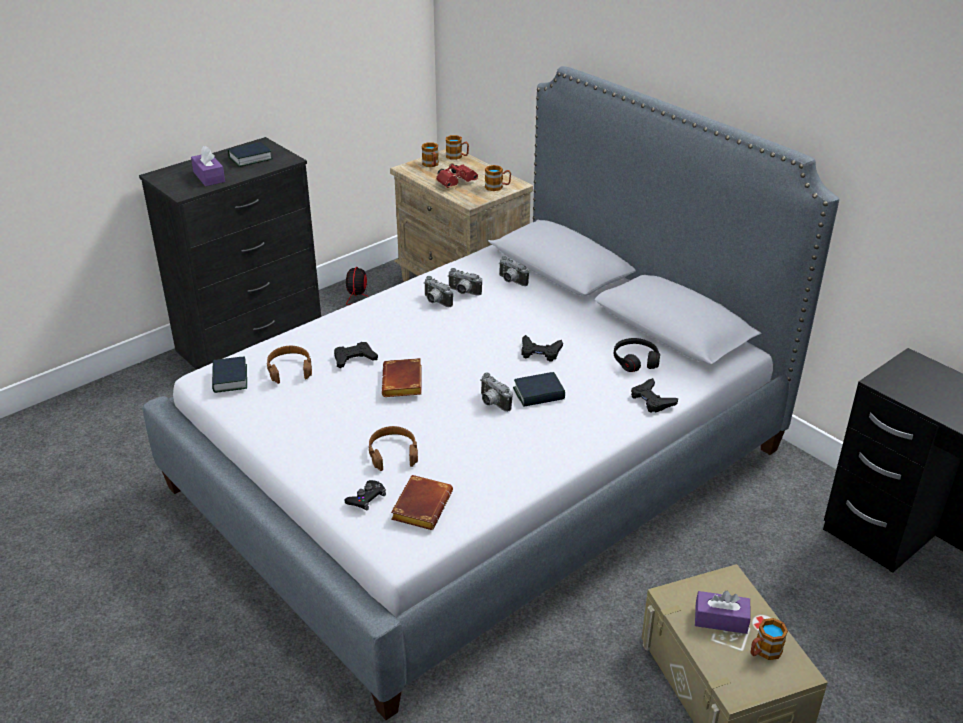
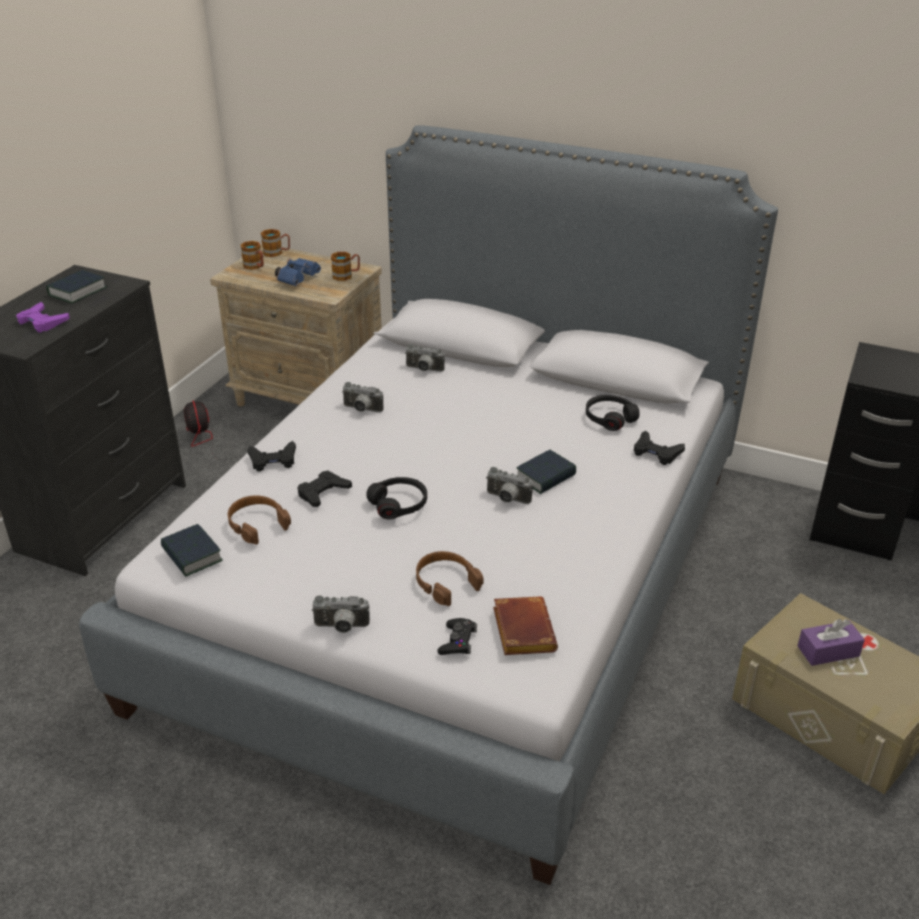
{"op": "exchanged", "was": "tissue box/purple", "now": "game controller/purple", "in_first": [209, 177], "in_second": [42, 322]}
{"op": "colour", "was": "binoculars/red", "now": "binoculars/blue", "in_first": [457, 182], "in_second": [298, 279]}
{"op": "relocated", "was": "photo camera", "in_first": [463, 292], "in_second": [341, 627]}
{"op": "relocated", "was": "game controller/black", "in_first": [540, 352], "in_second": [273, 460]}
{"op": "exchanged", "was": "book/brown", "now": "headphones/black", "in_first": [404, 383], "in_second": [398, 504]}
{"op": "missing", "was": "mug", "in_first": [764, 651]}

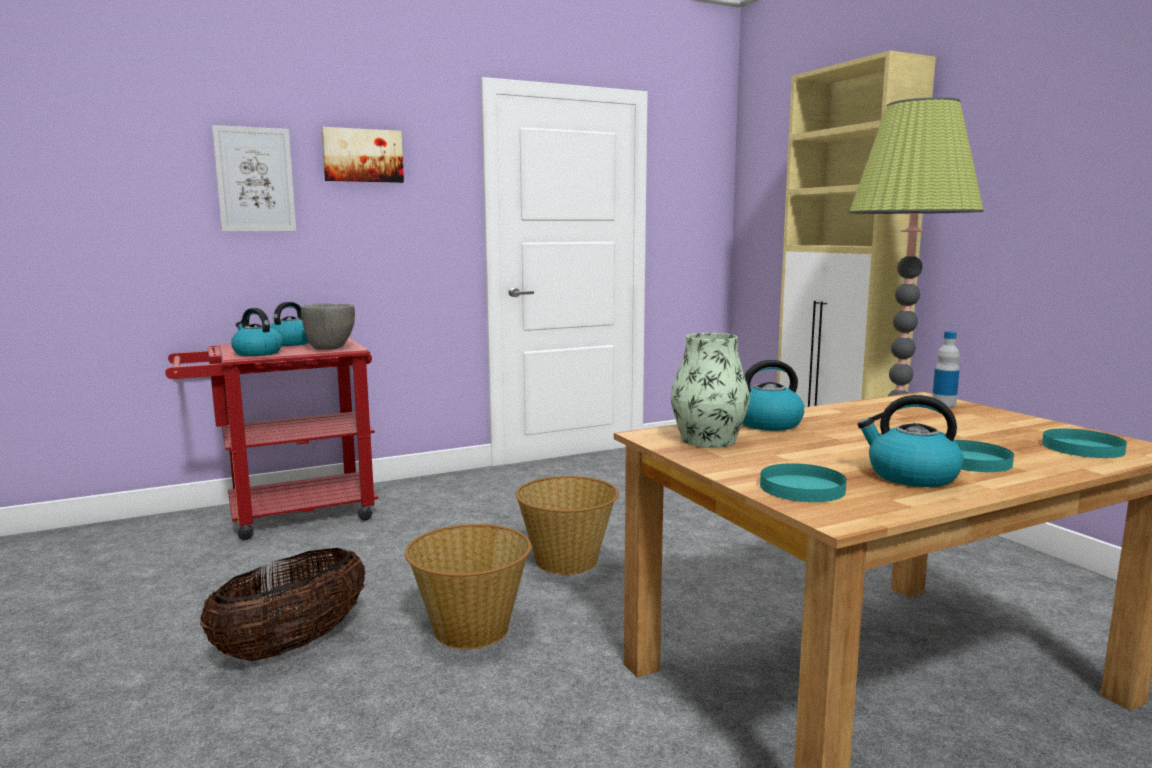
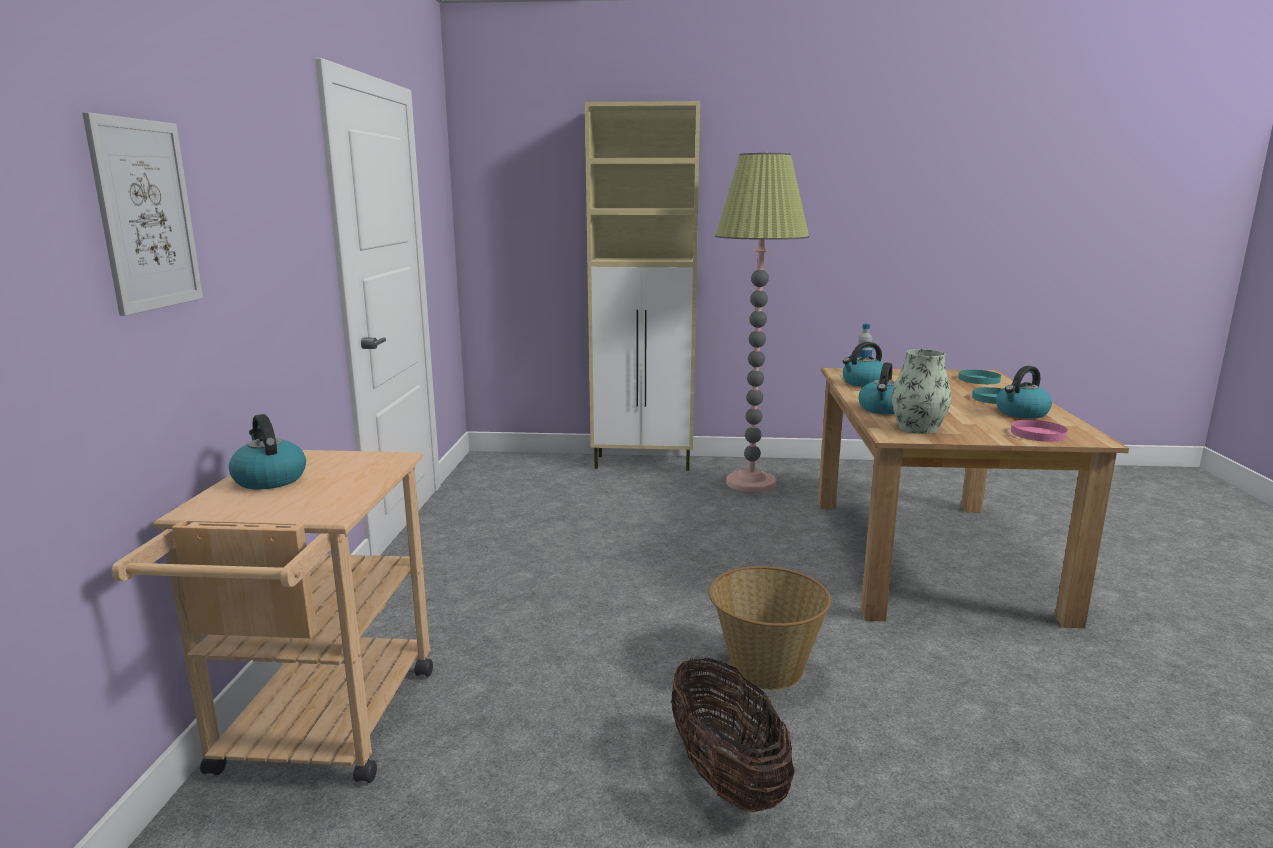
{"op": "missing", "was": "picture", "in_first": [362, 155]}
{"op": "missing", "was": "bowl/grey", "in_first": [330, 348]}
{"op": "relocated", "was": "kettle", "in_first": [257, 353], "in_second": [863, 383]}
{"op": "colour", "was": "cart/red", "now": "cart/beige", "in_first": [286, 515], "in_second": [320, 732]}
{"op": "colour", "was": "plate/turquoise", "now": "plate/pink", "in_first": [802, 488], "in_second": [1038, 434]}
{"op": "missing", "was": "basket", "in_first": [567, 561]}

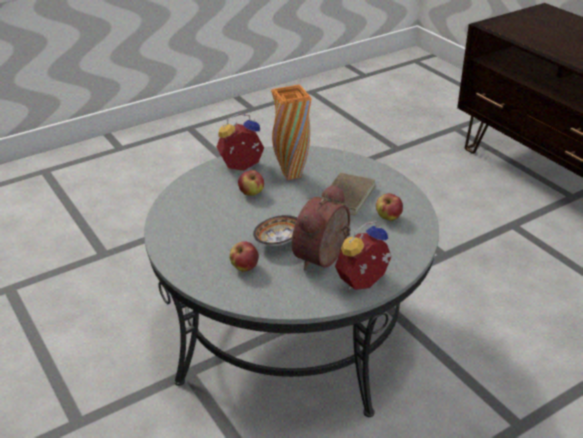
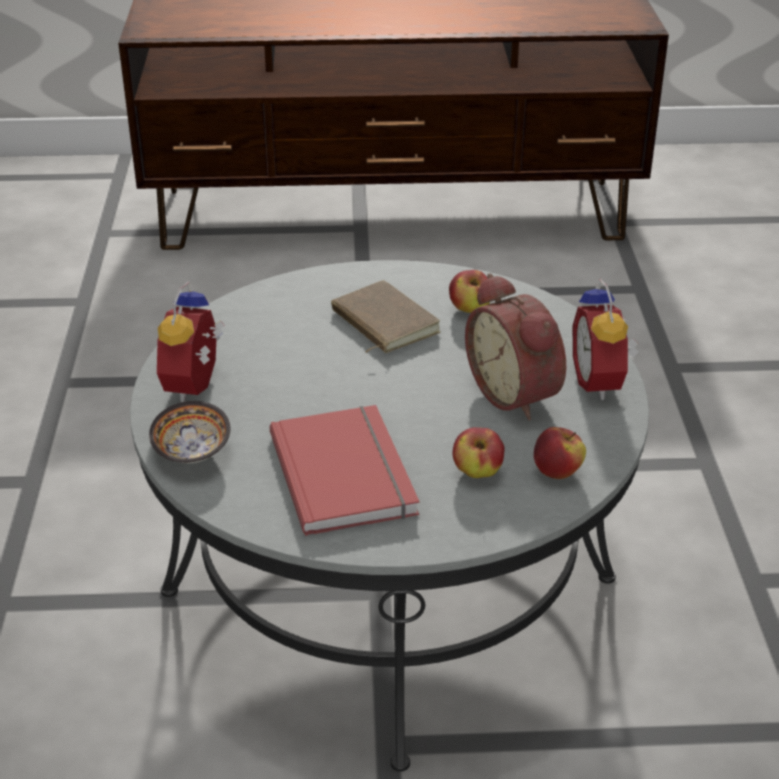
{"op": "missing", "was": "vase/orange", "in_first": [291, 175]}
{"op": "relocated", "was": "apple", "in_first": [251, 193], "in_second": [557, 472]}
{"op": "relocated", "was": "bowl", "in_first": [278, 241], "in_second": [192, 452]}
{"op": "appeared", "now": "book/red", "in_second": [347, 472]}

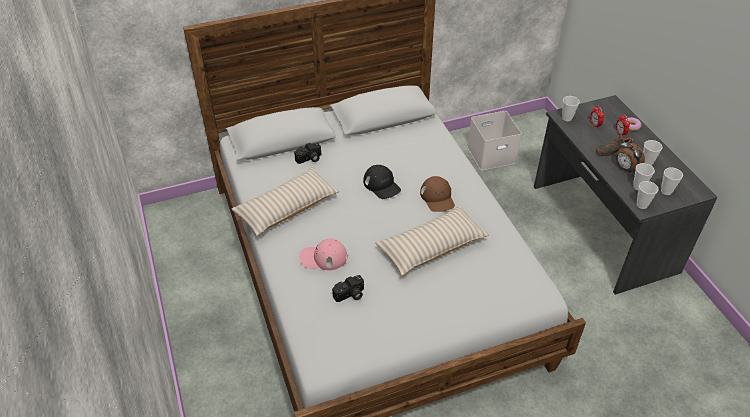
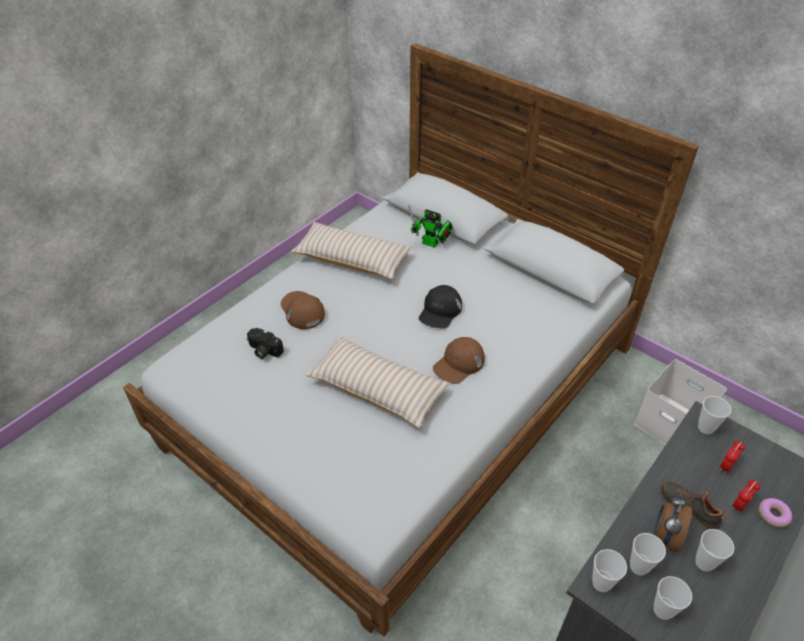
{"op": "exchanged", "was": "photo camera", "now": "toy robot", "in_first": [309, 159], "in_second": [432, 244]}
{"op": "colour", "was": "cap/pink", "now": "cap/brown", "in_first": [323, 257], "in_second": [302, 311]}

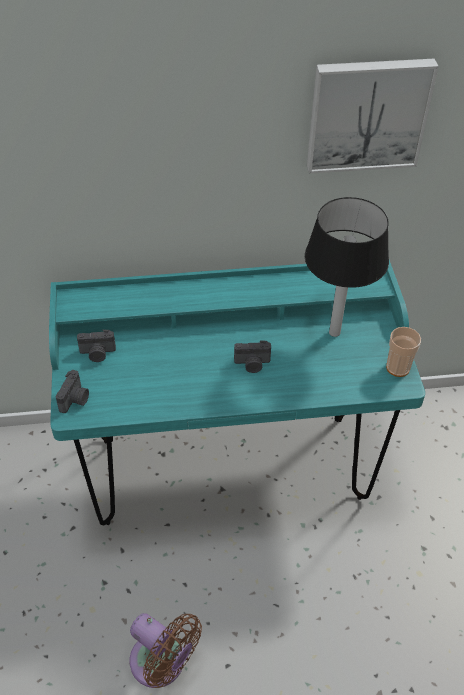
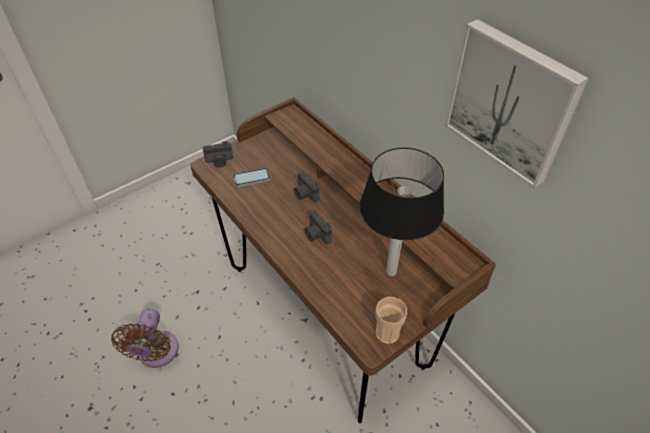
{"op": "colour", "was": "desk/turquoise", "now": "desk/brown", "in_first": [229, 467], "in_second": [326, 315]}
{"op": "relocated", "was": "photo camera", "in_first": [97, 353], "in_second": [305, 194]}
{"op": "appeared", "now": "phone", "in_second": [251, 178]}

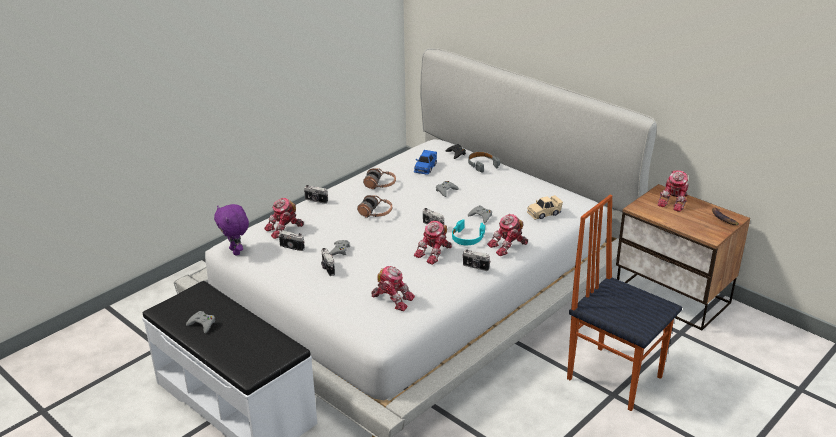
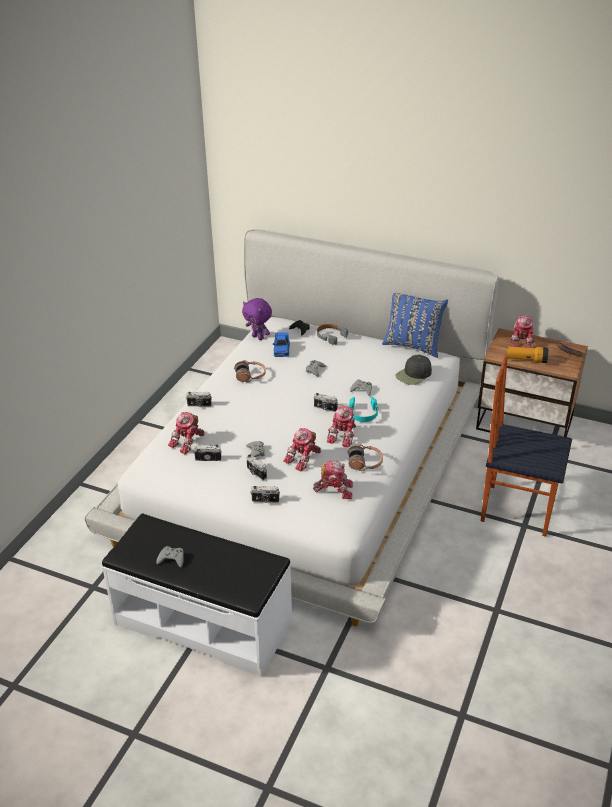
{"op": "relocated", "was": "headphones", "in_first": [375, 213], "in_second": [365, 463]}
{"op": "exchanged", "was": "toy car/beige", "now": "cap/black", "in_first": [544, 213], "in_second": [414, 375]}
{"op": "relocated", "was": "plush toy/purple", "in_first": [236, 251], "in_second": [258, 337]}
{"op": "relocated", "was": "toy robot", "in_first": [508, 246], "in_second": [304, 458]}
{"op": "relocated", "was": "photo camera", "in_first": [475, 267], "in_second": [265, 501]}
{"op": "appeared", "now": "pillow/blue", "in_second": [413, 345]}
{"op": "appeared", "now": "flashlight", "in_second": [526, 360]}

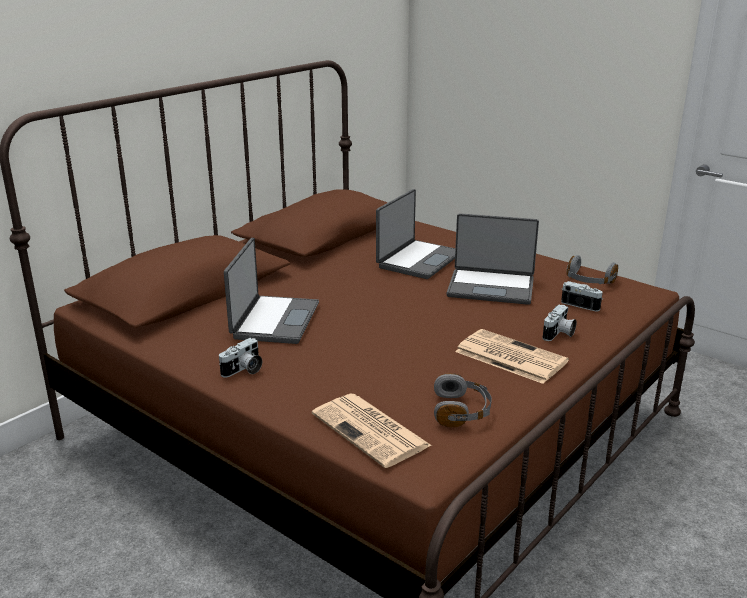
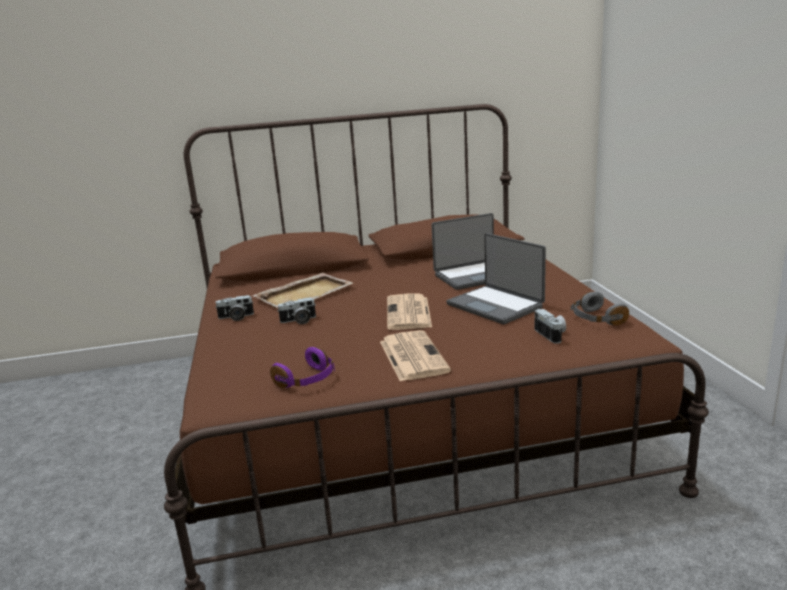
{"op": "exchanged", "was": "laptop", "now": "tray/beige", "in_first": [274, 321], "in_second": [305, 294]}
{"op": "relocated", "was": "photo camera", "in_first": [559, 334], "in_second": [299, 321]}
{"op": "colour", "was": "headphones/grey", "now": "headphones/purple", "in_first": [461, 411], "in_second": [307, 380]}
{"op": "relocated", "was": "newspaper", "in_first": [372, 431], "in_second": [409, 313]}

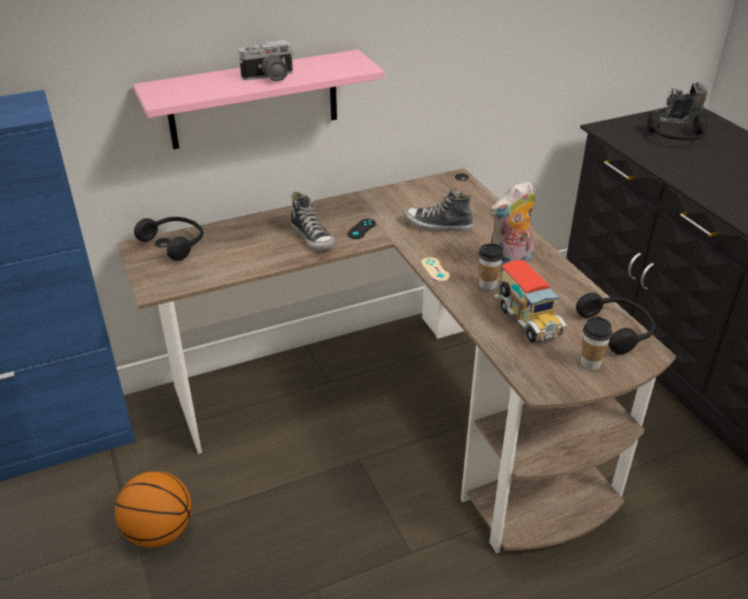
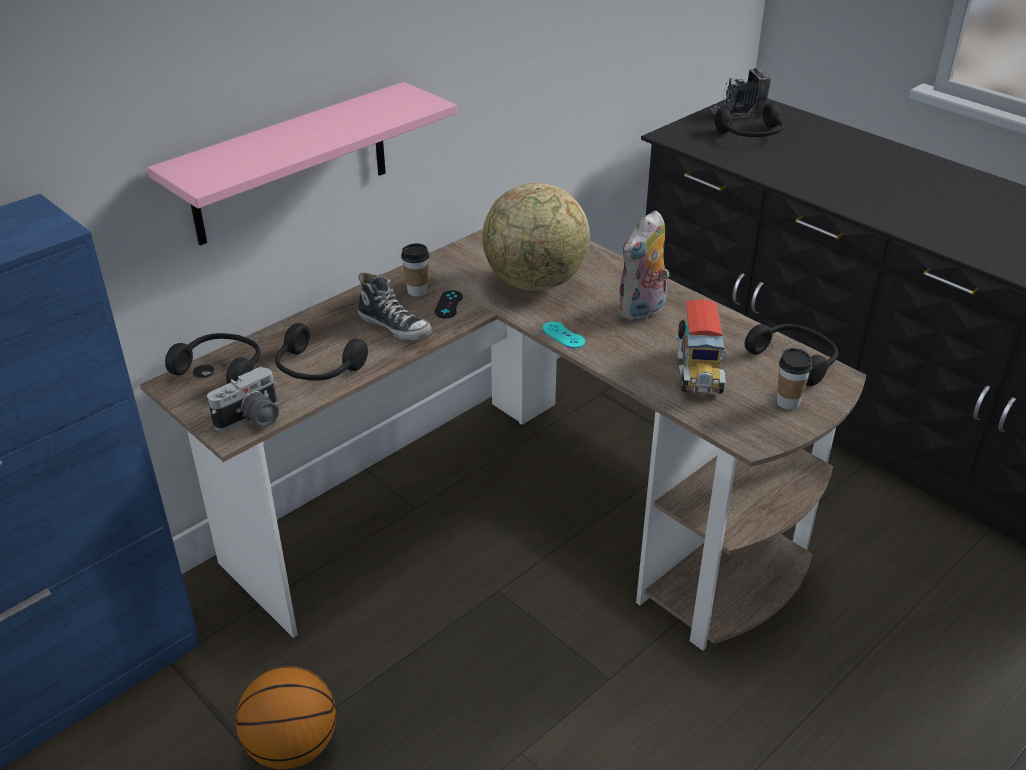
{"op": "relocated", "was": "photo camera", "in_first": [269, 78], "in_second": [252, 420]}
{"op": "exchanged", "was": "shoe", "now": "globe", "in_first": [437, 225], "in_second": [535, 283]}
{"op": "relocated", "was": "cup", "in_first": [487, 284], "in_second": [417, 291]}
{"op": "colour", "was": "game controller/beige", "now": "game controller/turquoise", "in_first": [435, 269], "in_second": [563, 335]}
{"op": "spun", "was": "toy truck", "in_first": [527, 322], "in_second": [697, 372], "clockwise": 45}
{"op": "appeared", "now": "headphones/black", "in_second": [316, 369]}

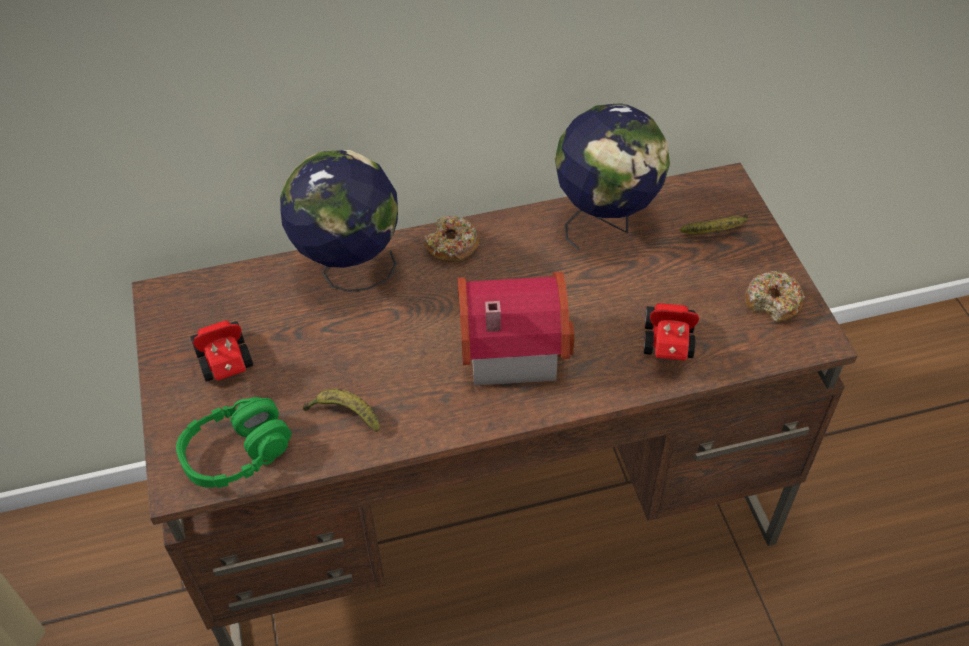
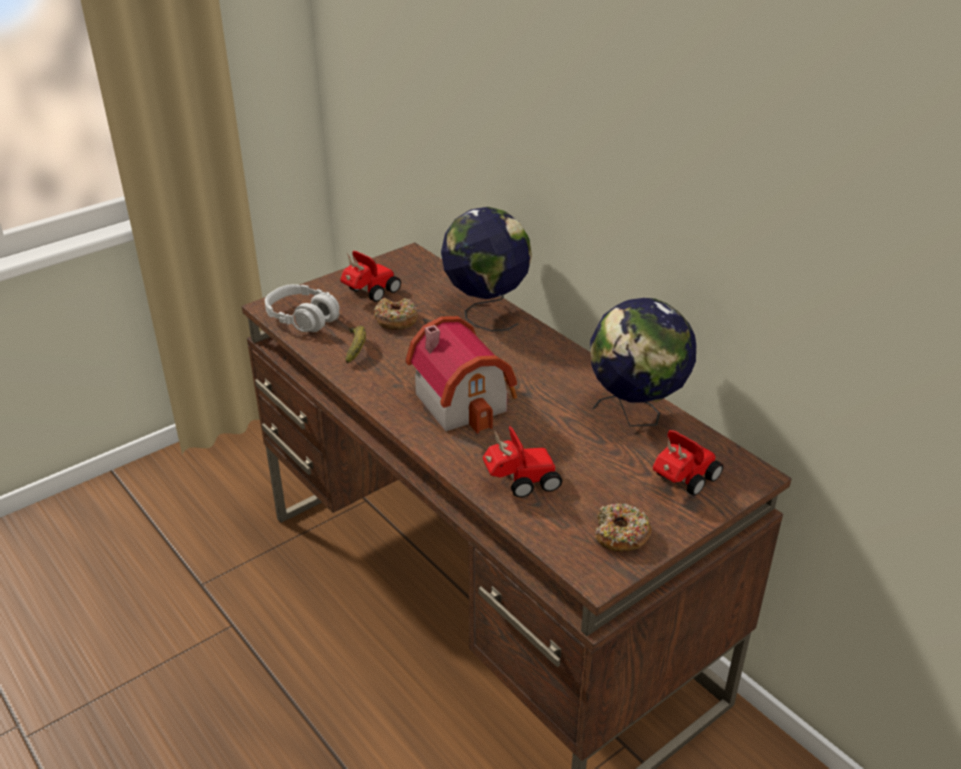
{"op": "exchanged", "was": "banana", "now": "toy car", "in_first": [717, 232], "in_second": [681, 481]}
{"op": "relocated", "was": "donut", "in_first": [452, 246], "in_second": [395, 320]}
{"op": "colour", "was": "headphones/green", "now": "headphones/grey", "in_first": [237, 453], "in_second": [303, 318]}

